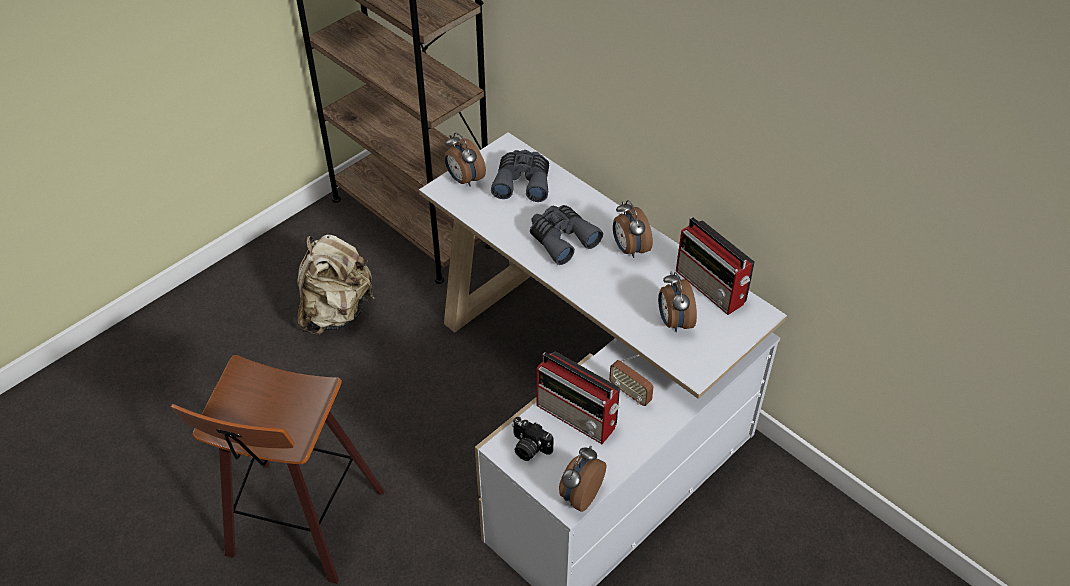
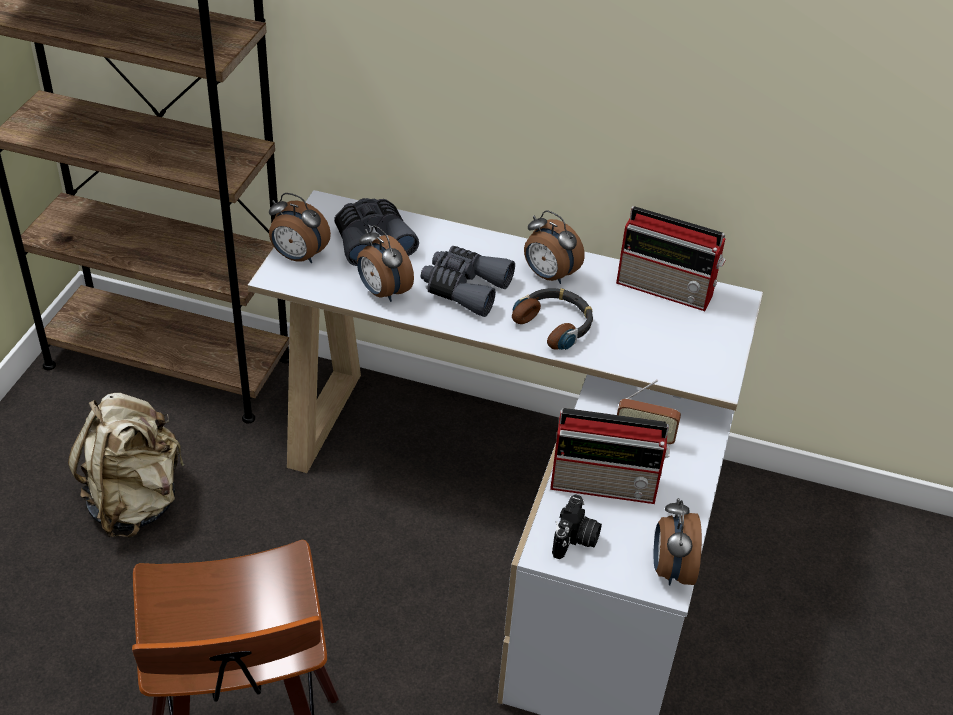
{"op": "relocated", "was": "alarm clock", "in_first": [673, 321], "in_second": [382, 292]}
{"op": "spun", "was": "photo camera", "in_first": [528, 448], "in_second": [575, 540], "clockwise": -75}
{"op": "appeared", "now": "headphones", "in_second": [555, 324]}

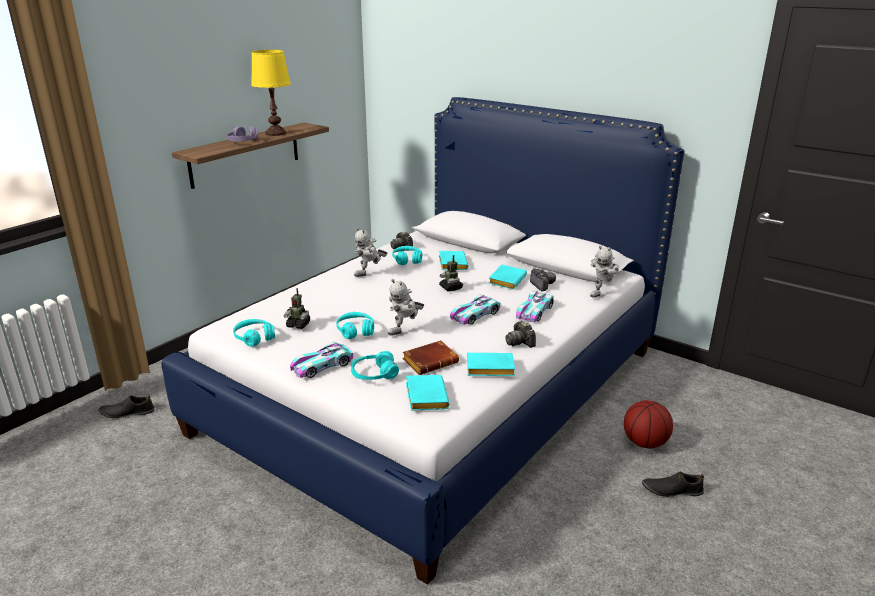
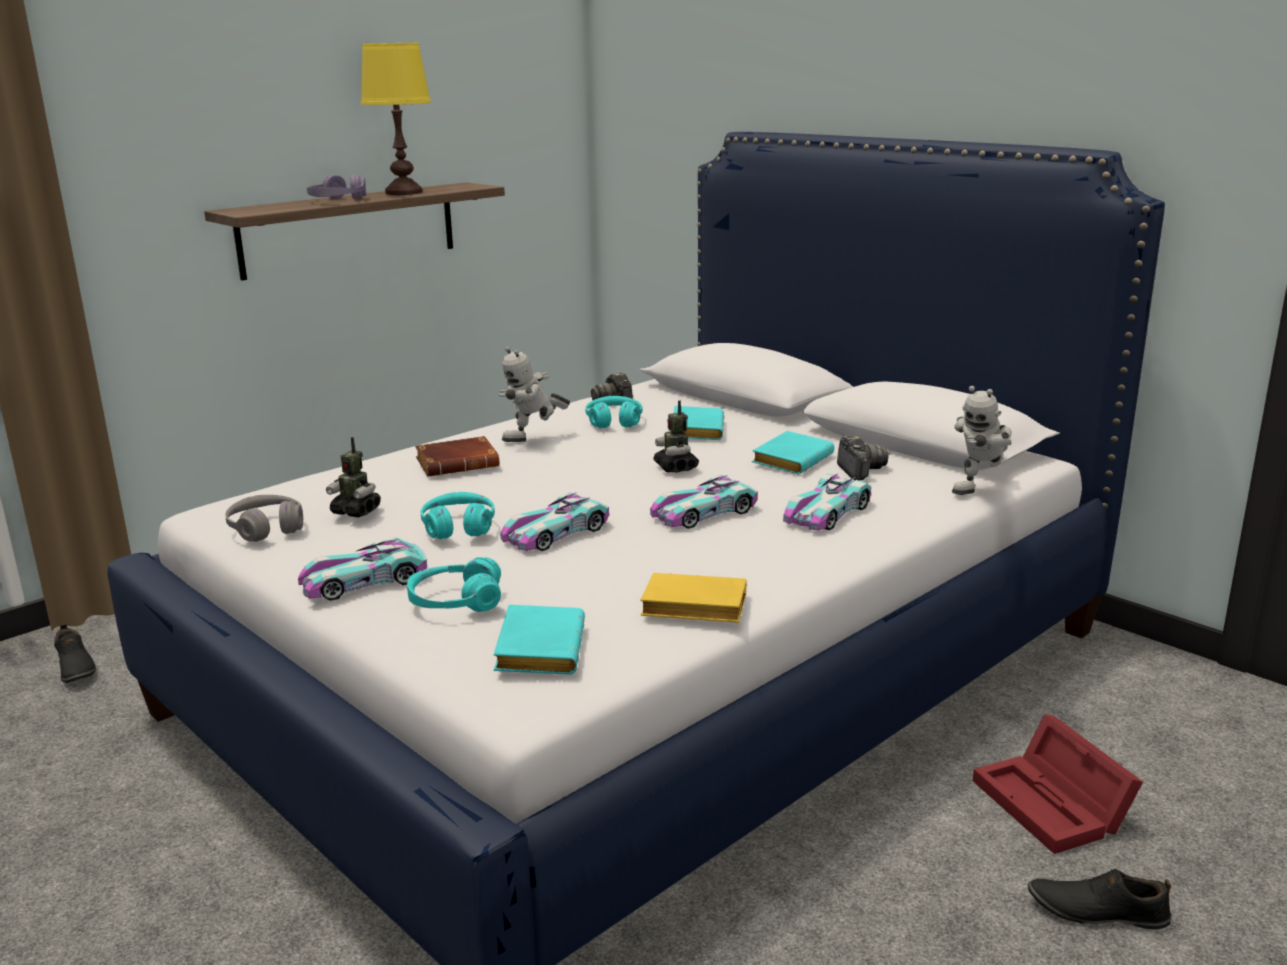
{"op": "exchanged", "was": "toy robot", "now": "toy car", "in_first": [406, 331], "in_second": [555, 533]}
{"op": "colour", "was": "headphones/turquoise", "now": "headphones/grey", "in_first": [254, 338], "in_second": [267, 529]}
{"op": "missing", "was": "photo camera", "in_first": [520, 342]}
{"op": "relocated", "was": "book/brown", "in_first": [430, 361], "in_second": [459, 463]}
{"op": "colour", "was": "book/turquoise", "now": "book/yellow", "in_first": [488, 369], "in_second": [691, 608]}
{"op": "spun", "was": "shoe/black", "in_first": [127, 412], "in_second": [74, 668], "clockwise": -120}
{"op": "exchanged", "was": "basketball", "now": "storage box/red", "in_first": [645, 443], "in_second": [1055, 806]}

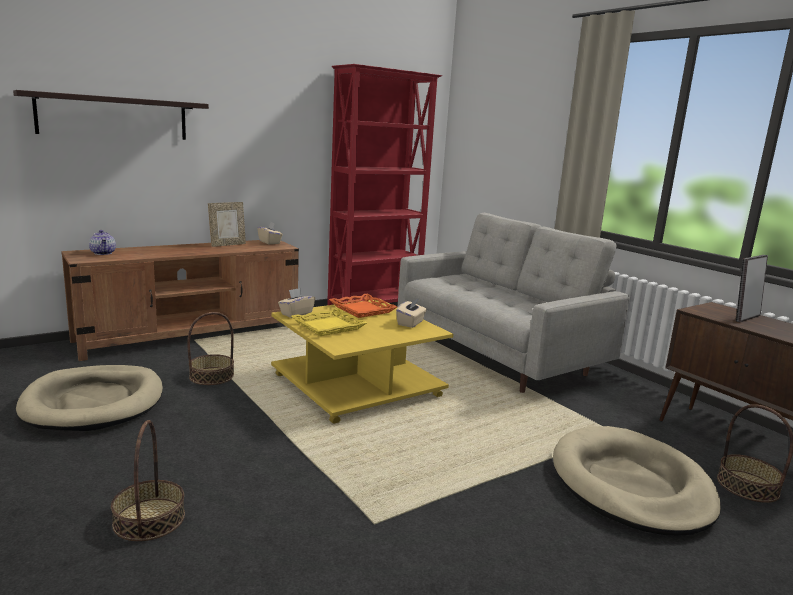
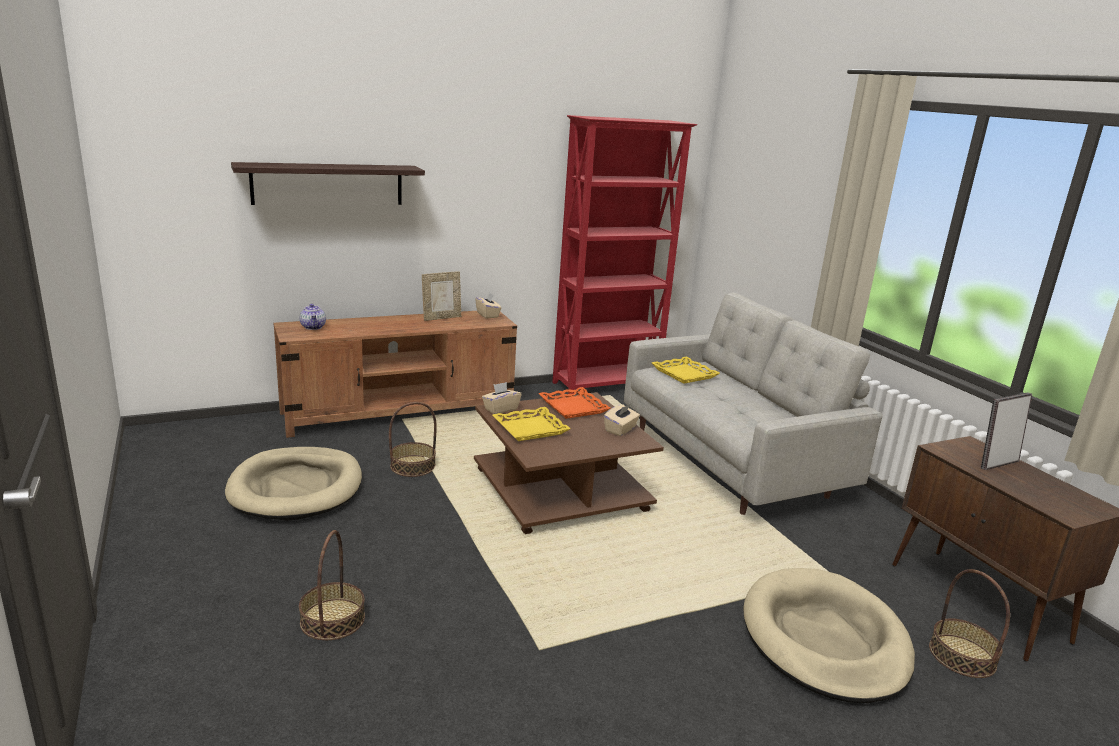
{"op": "colour", "was": "coffee table/yellow", "now": "coffee table/brown", "in_first": [359, 386], "in_second": [562, 491]}
{"op": "appeared", "now": "tray/yellow", "in_second": [684, 374]}

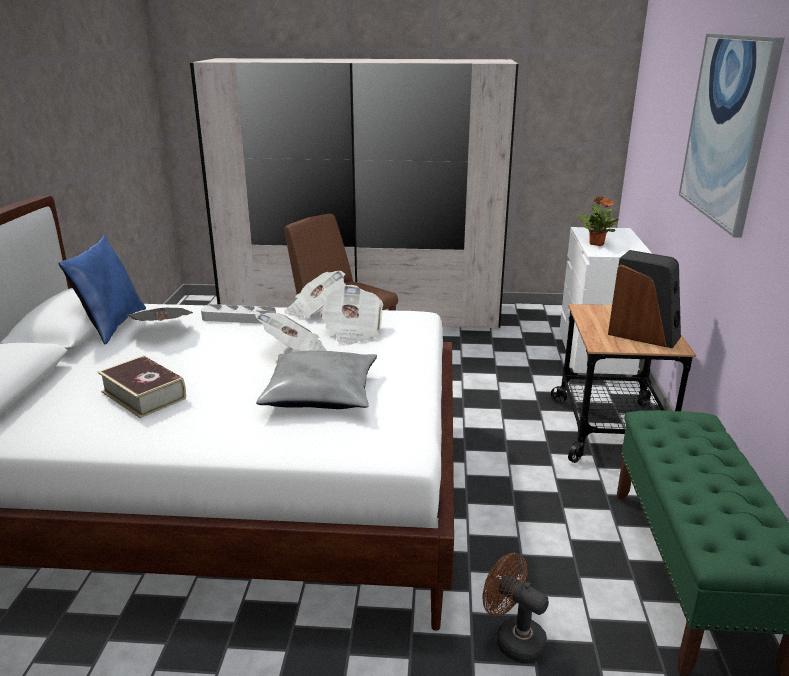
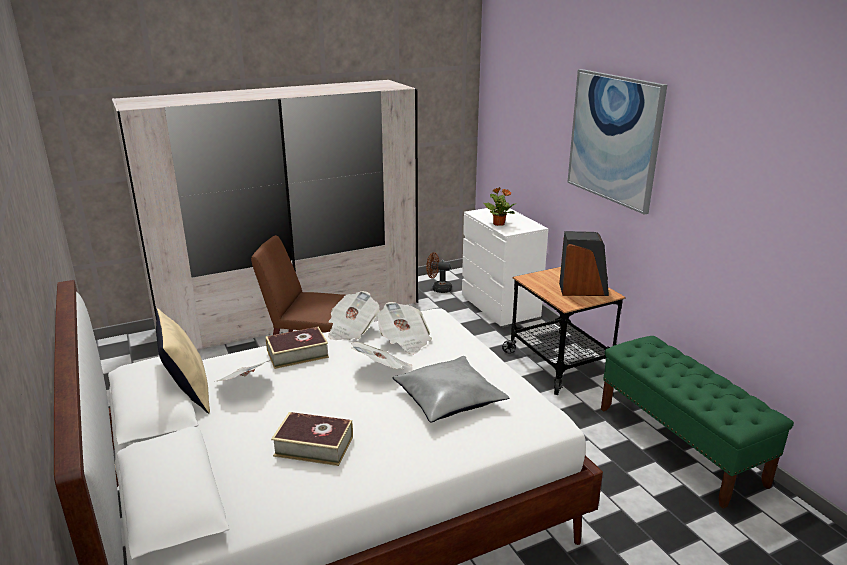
{"op": "colour", "was": "pillow/blue", "now": "pillow/beige", "in_first": [112, 325], "in_second": [188, 393]}
{"op": "exchanged", "was": "tray/grey", "now": "book", "in_first": [239, 318], "in_second": [297, 354]}
{"op": "relocated", "was": "fan/brown", "in_first": [513, 639], "in_second": [438, 289]}

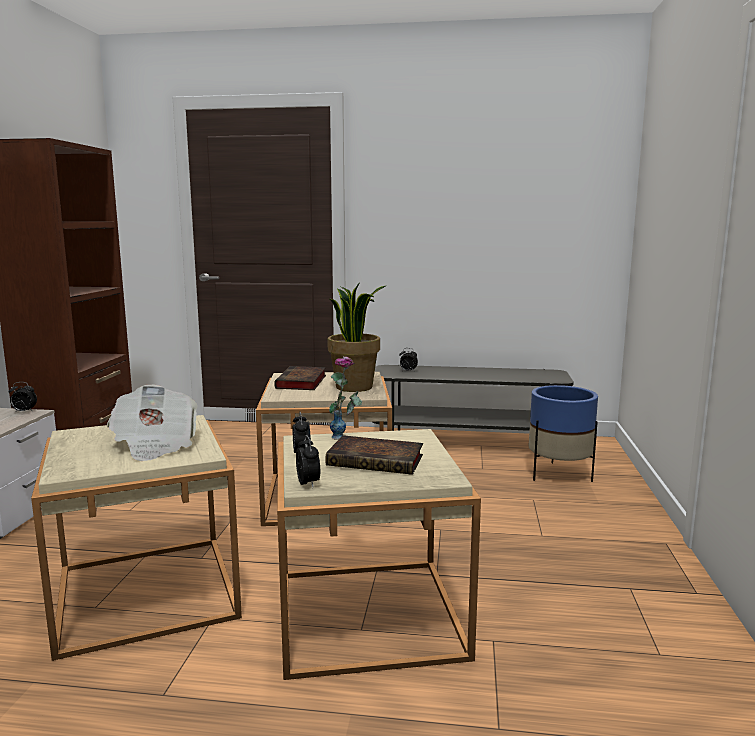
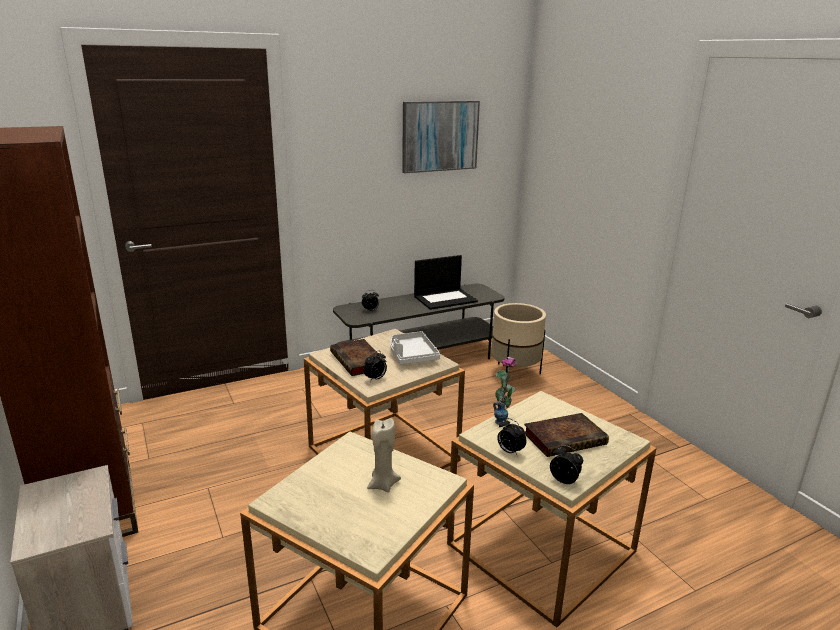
{"op": "exchanged", "was": "potted plant", "now": "tray/white", "in_first": [355, 387], "in_second": [411, 355]}
{"op": "relocated", "was": "alarm clock", "in_first": [24, 411], "in_second": [375, 379]}
{"op": "exchanged", "was": "newspaper", "now": "candle/beige", "in_first": [155, 445], "in_second": [382, 484]}
{"op": "colour", "was": "planter/blue", "now": "planter/beige", "in_first": [559, 474], "in_second": [514, 374]}
{"op": "appeared", "now": "picture", "in_second": [439, 136]}
{"op": "appeared", "now": "laptop", "in_second": [445, 299]}

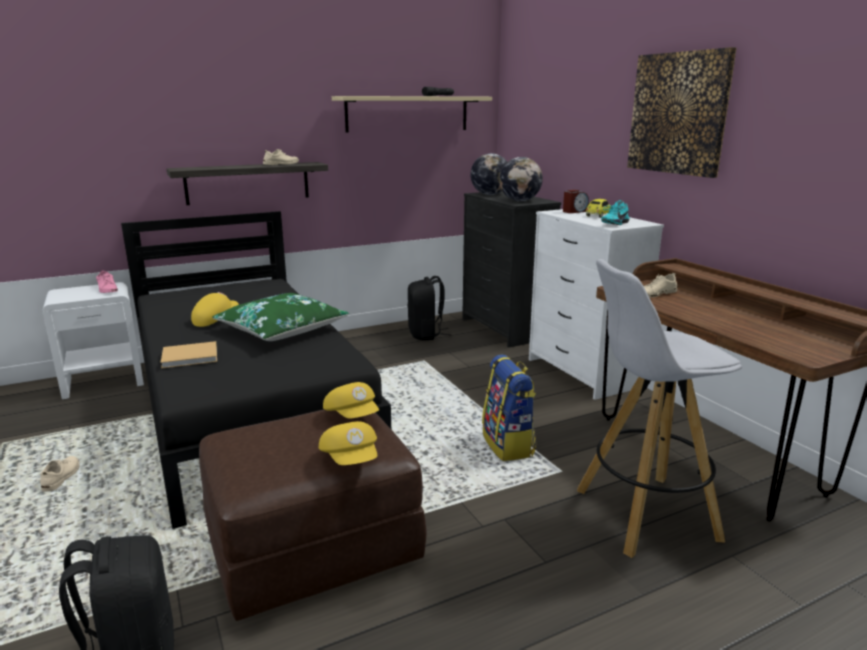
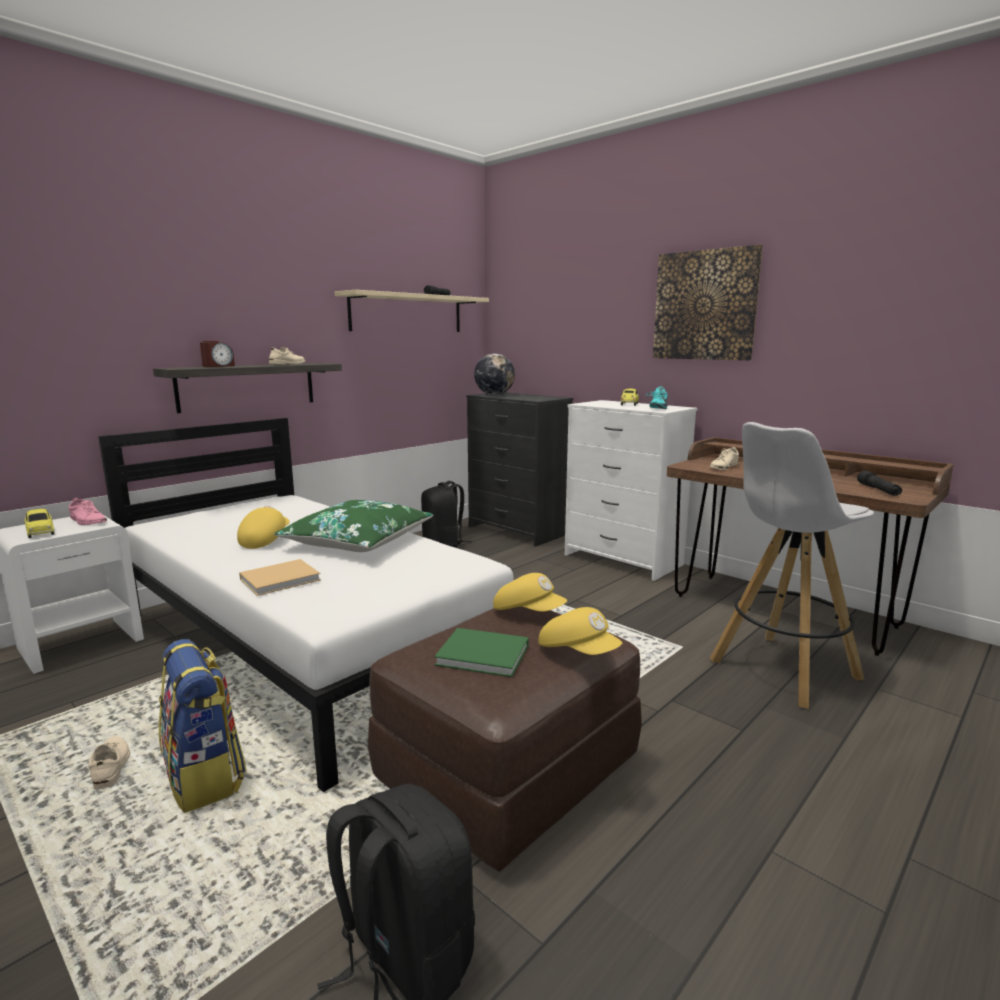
{"op": "missing", "was": "globe", "in_first": [519, 201]}
{"op": "relocated", "was": "alarm clock", "in_first": [574, 211], "in_second": [218, 366]}
{"op": "colour", "was": "bed/black", "now": "bed/white", "in_first": [249, 409], "in_second": [307, 644]}
{"op": "relocated", "was": "backpack", "in_first": [509, 445], "in_second": [206, 777]}
{"op": "appeared", "now": "flashlight/black", "in_second": [878, 490]}
{"op": "appeared", "now": "toy car", "in_second": [40, 532]}
{"op": "appeared", "now": "book/green", "in_second": [485, 655]}

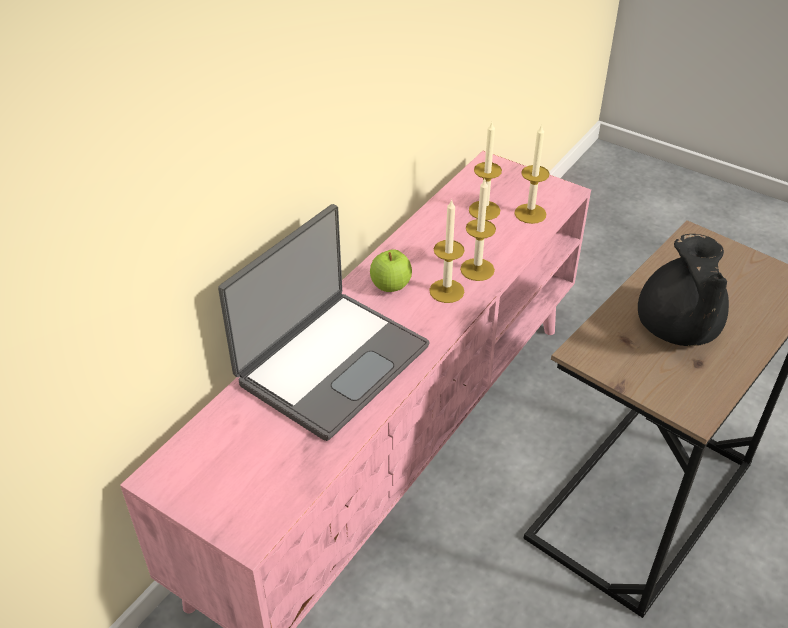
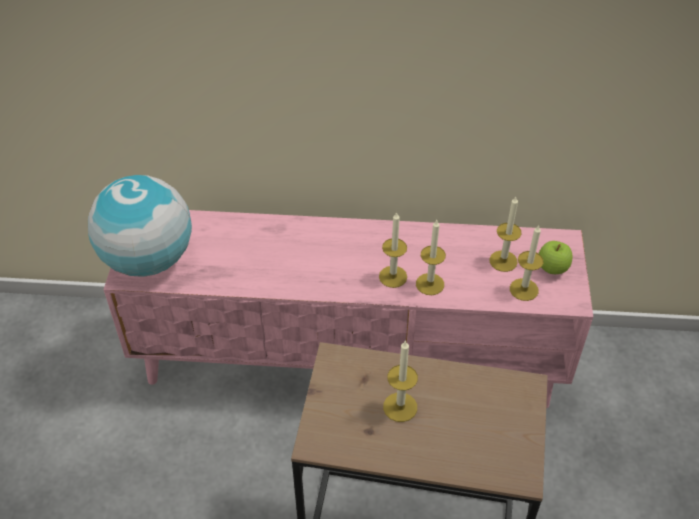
{"op": "missing", "was": "laptop", "in_first": [330, 363]}
{"op": "exchanged", "was": "teapot/black", "now": "candle", "in_first": [677, 328], "in_second": [400, 407]}
{"op": "relocated", "was": "apple", "in_first": [390, 286], "in_second": [552, 268]}
{"op": "appeared", "now": "globe", "in_second": [148, 259]}

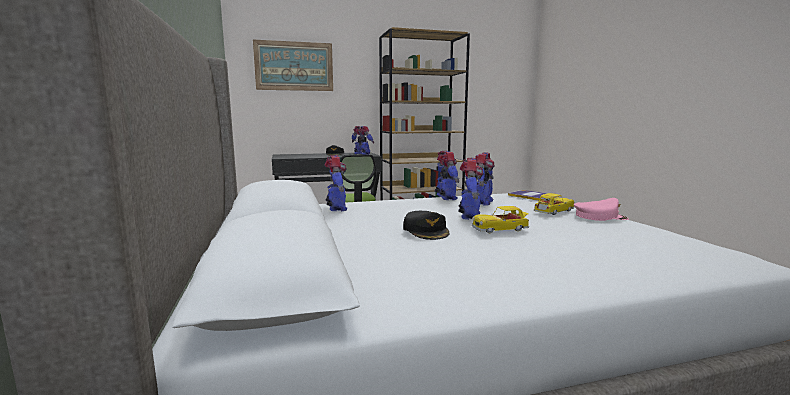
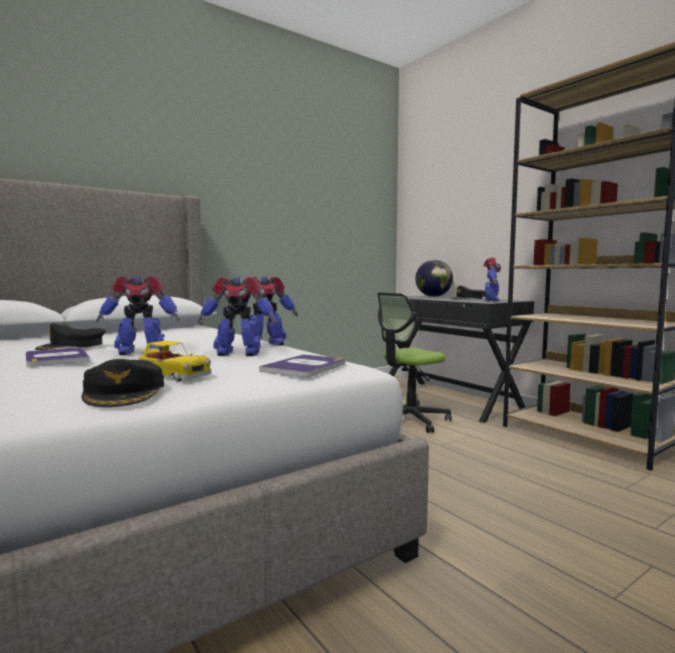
{"op": "missing", "was": "picture", "in_first": [294, 66]}
{"op": "missing", "was": "toy robot", "in_first": [336, 208]}
{"op": "colour", "was": "cap/pink", "now": "cap/black", "in_first": [600, 217], "in_second": [124, 393]}
{"op": "exchanged", "was": "toy car", "now": "book", "in_first": [501, 229], "in_second": [56, 358]}
{"op": "appeared", "now": "globe", "in_second": [433, 296]}

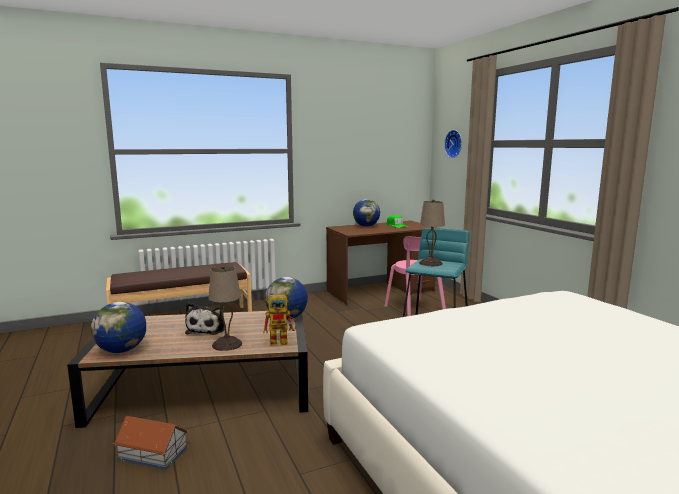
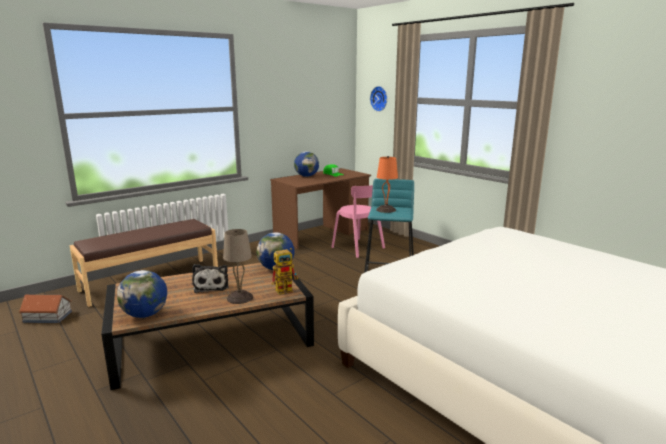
{"op": "colour", "was": "table lamp/beige", "now": "table lamp/orange", "in_first": [430, 263], "in_second": [385, 210]}
{"op": "relocated", "was": "toy house", "in_first": [152, 453], "in_second": [47, 316]}

